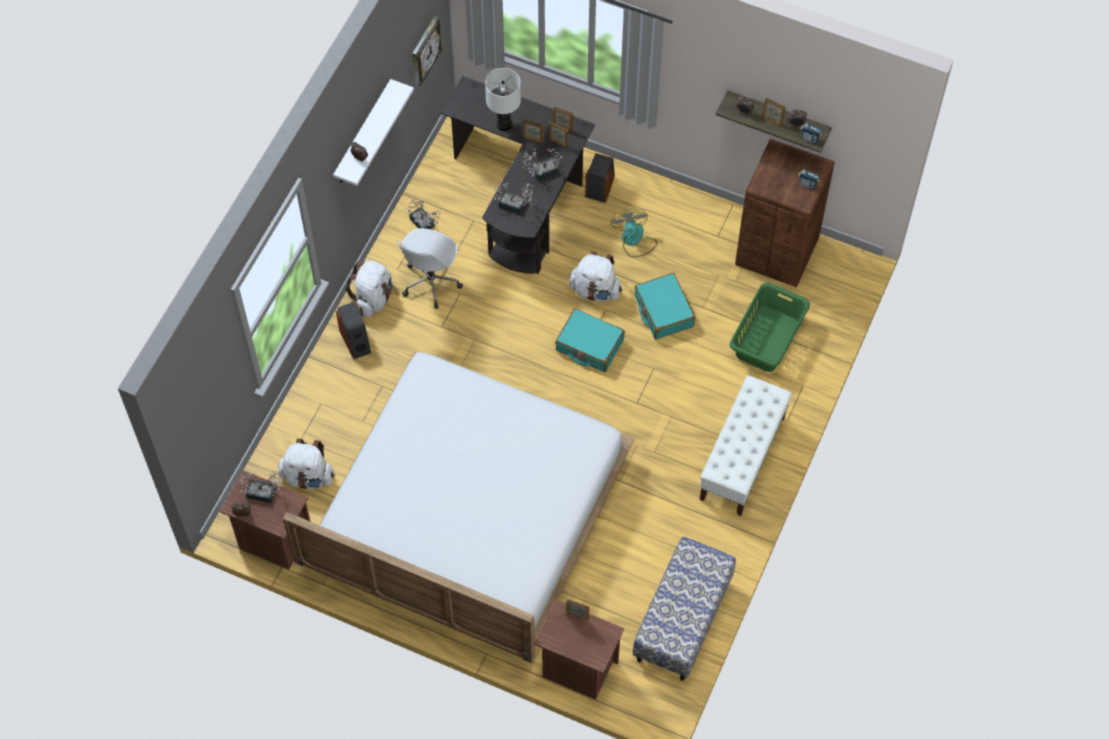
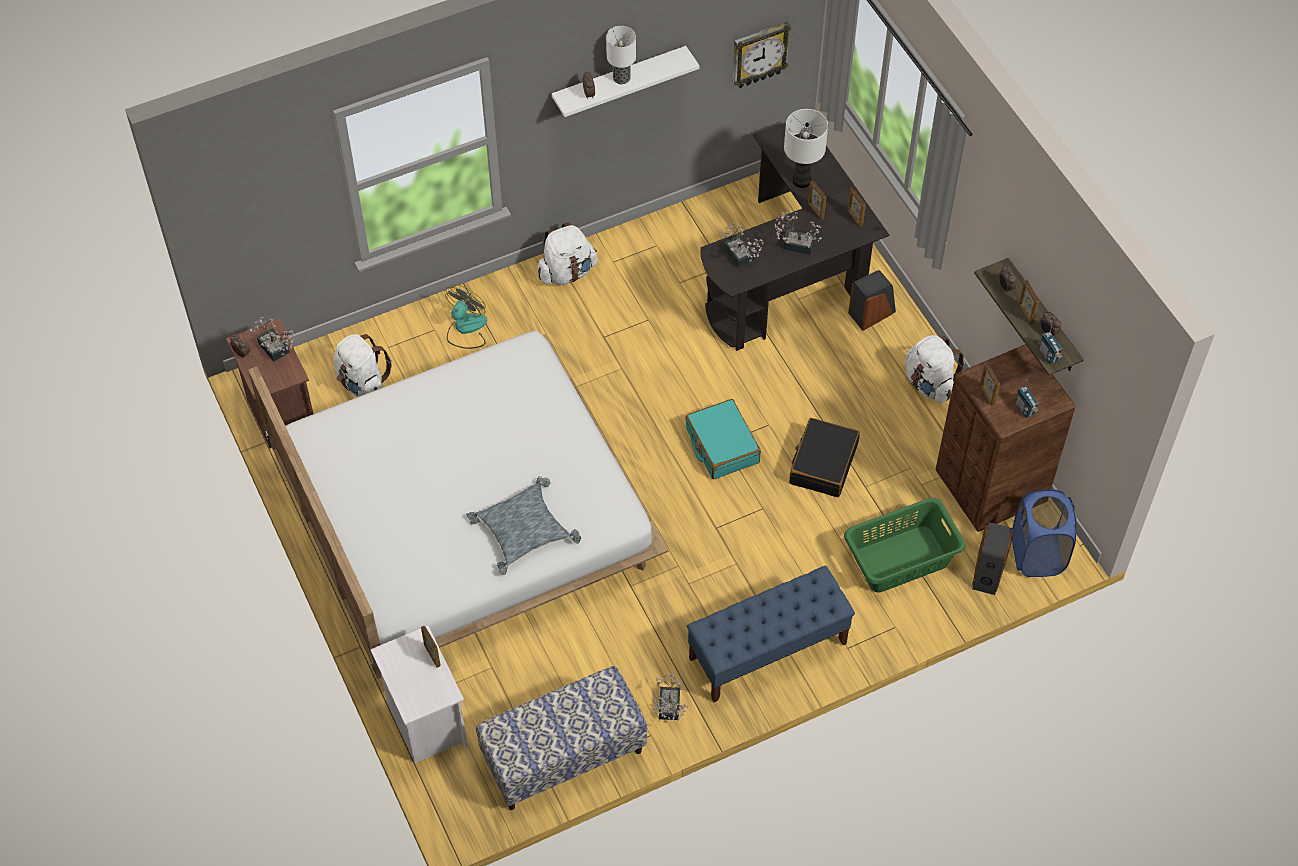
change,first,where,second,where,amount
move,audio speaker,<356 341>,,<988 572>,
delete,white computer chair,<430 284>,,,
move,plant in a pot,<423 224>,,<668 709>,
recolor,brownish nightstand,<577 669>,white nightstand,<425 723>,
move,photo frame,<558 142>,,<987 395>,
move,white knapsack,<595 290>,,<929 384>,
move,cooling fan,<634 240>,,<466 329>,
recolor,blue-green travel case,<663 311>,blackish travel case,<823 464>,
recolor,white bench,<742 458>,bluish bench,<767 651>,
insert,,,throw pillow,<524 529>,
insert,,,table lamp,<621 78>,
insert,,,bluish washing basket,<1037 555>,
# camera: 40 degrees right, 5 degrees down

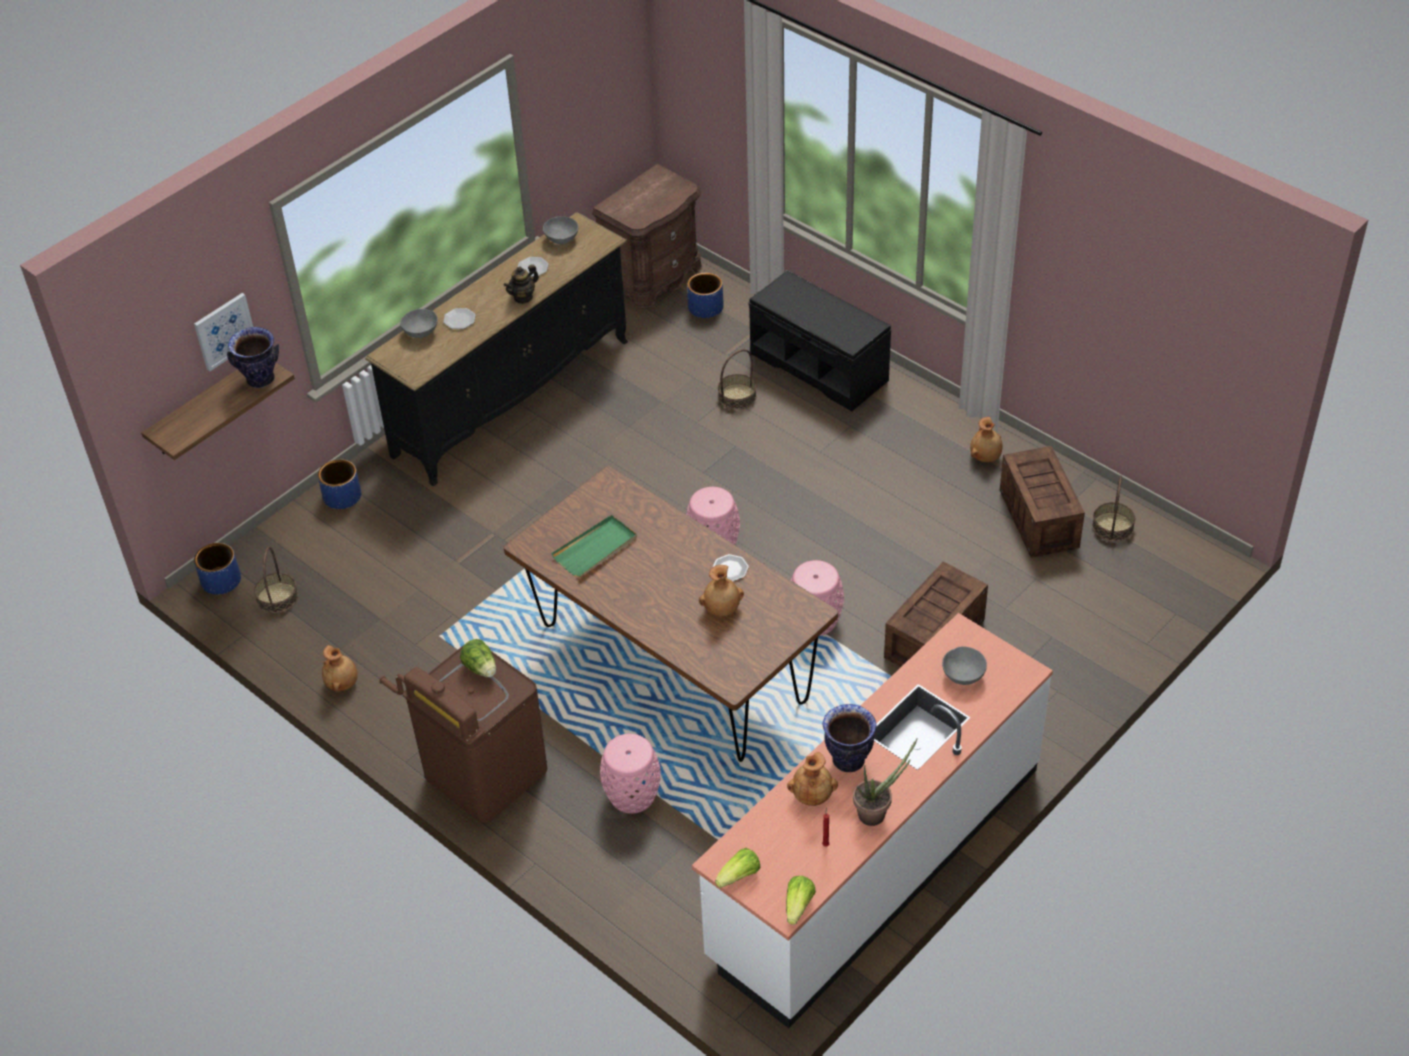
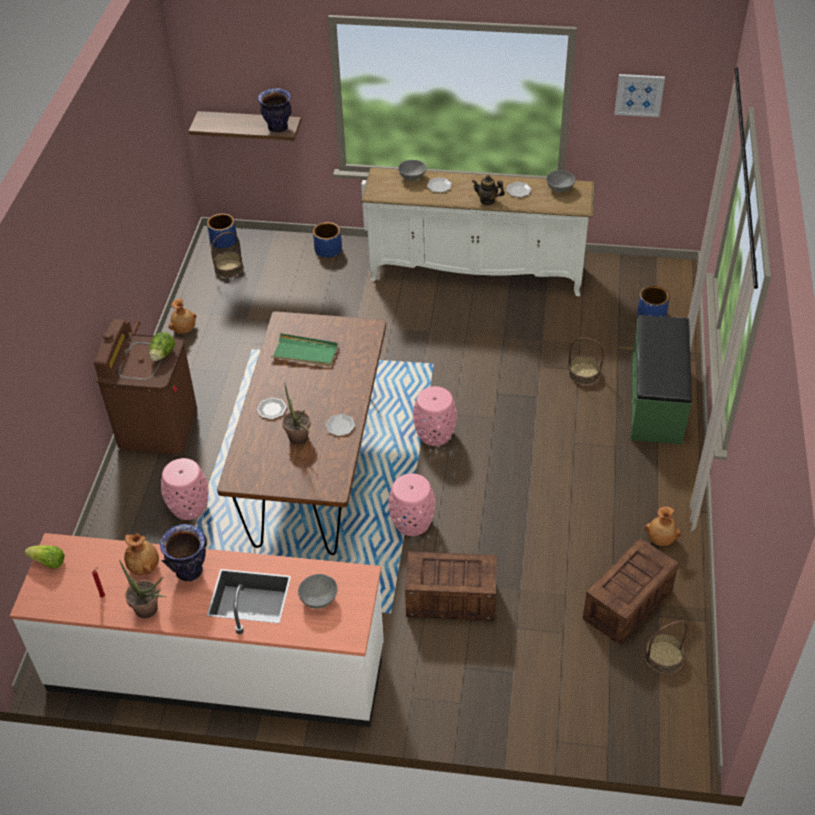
change,first,where,second,where,amount
move,picture,<224 331>,,<639 94>,
recolor,blackish chest of drawers,<513 398>,white chest of drawers,<476 274>,
delete,brownish nightstand,<655 276>,,,
replace,brownish vase,<722 609>,plant in a pot,<300 440>,
recolor,blackish bench,<819 366>,green-coloured bench,<657 400>,
delete,head of lettuce,<798 905>,,,
insert,,,plate,<272 409>,
# camera: 55 degrees right, 0 degrees up

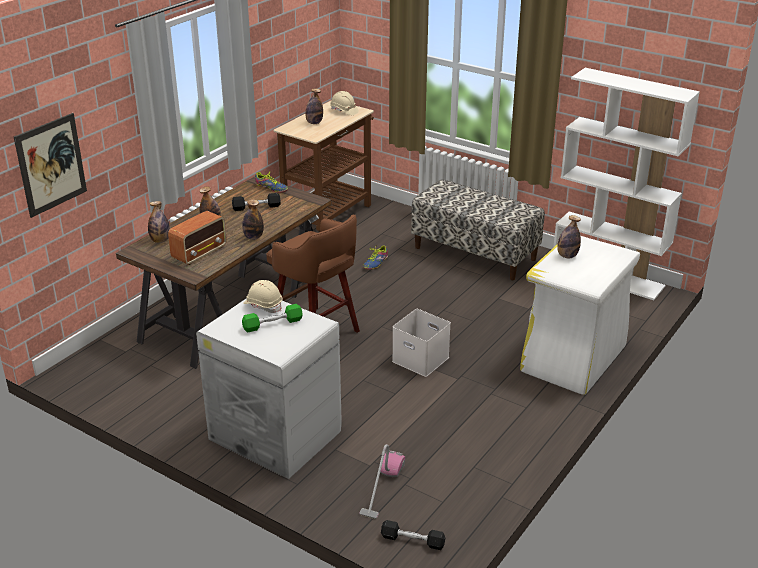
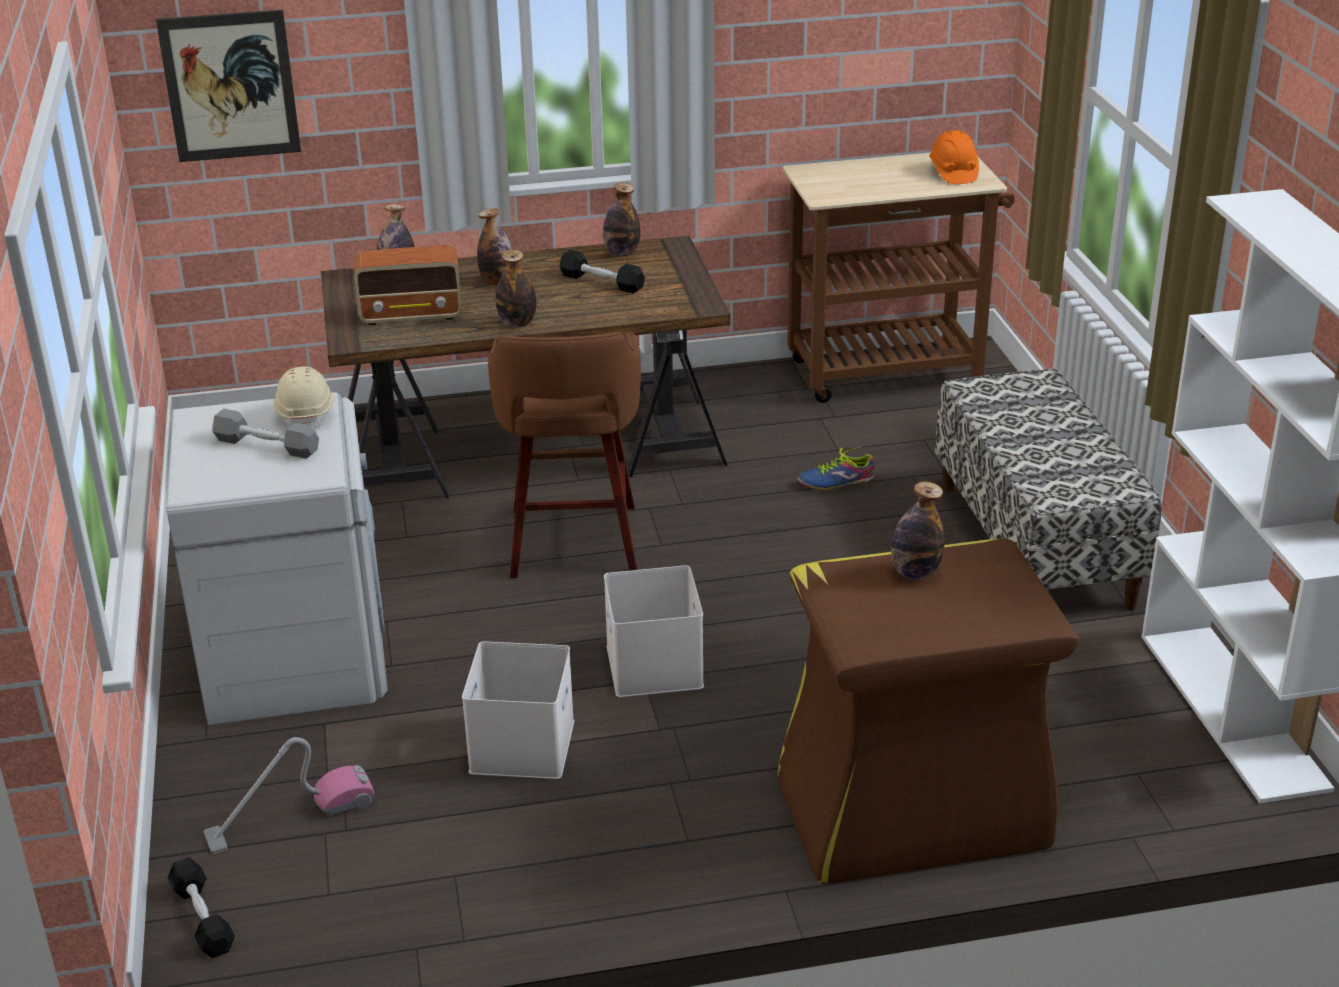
change,first,where,second,where,amount
recolor,green-coloured hand weight,<272 324>,grey hand weight,<266 446>,
delete,shoe,<271 188>,,,
move,beverage bottle,<314 123>,,<621 253>,
recolor,beige work helmet,<344 111>,orange-coloured work helmet,<953 173>,
recolor,white nightstand,<572 357>,brownish nightstand,<910 810>,
insert,,,white storage bin,<524 747>,
# camera: 45 degrees right, 0 degrees up

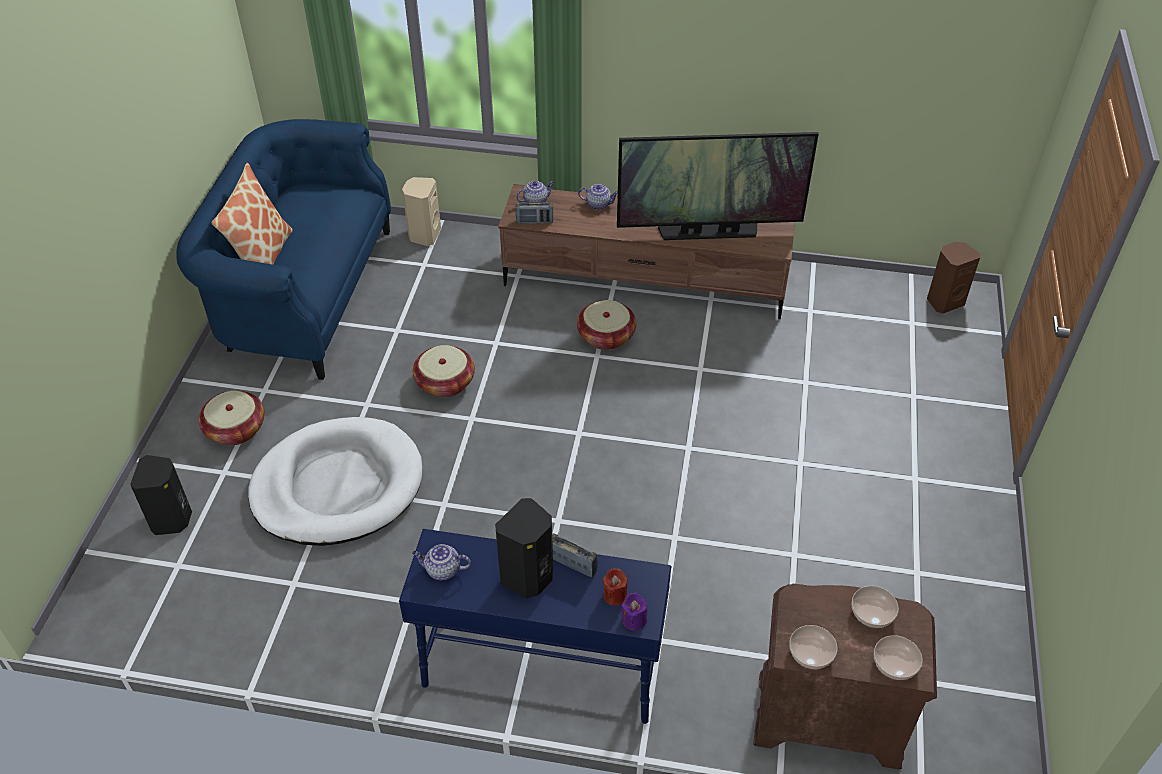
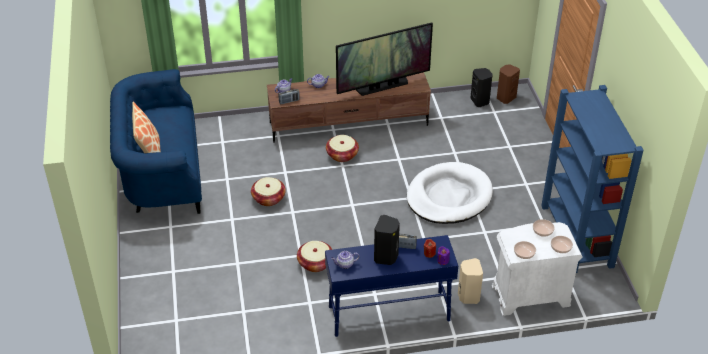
change,first,where,second,where,amount
move,blackish audio speaker,<173 519>,,<480 101>,
move,household basket,<235 429>,,<315 263>,
move,white dog cushion,<338 486>,,<449 197>,
move,beige audio speaker,<424 235>,,<468 296>,
recolor,brownish nightstand,<827 711>,white nightstand,<528 293>,
insert,,,bluish shelving unit,<577 236>,
# camera: 20 degrees left, 5 degrees down

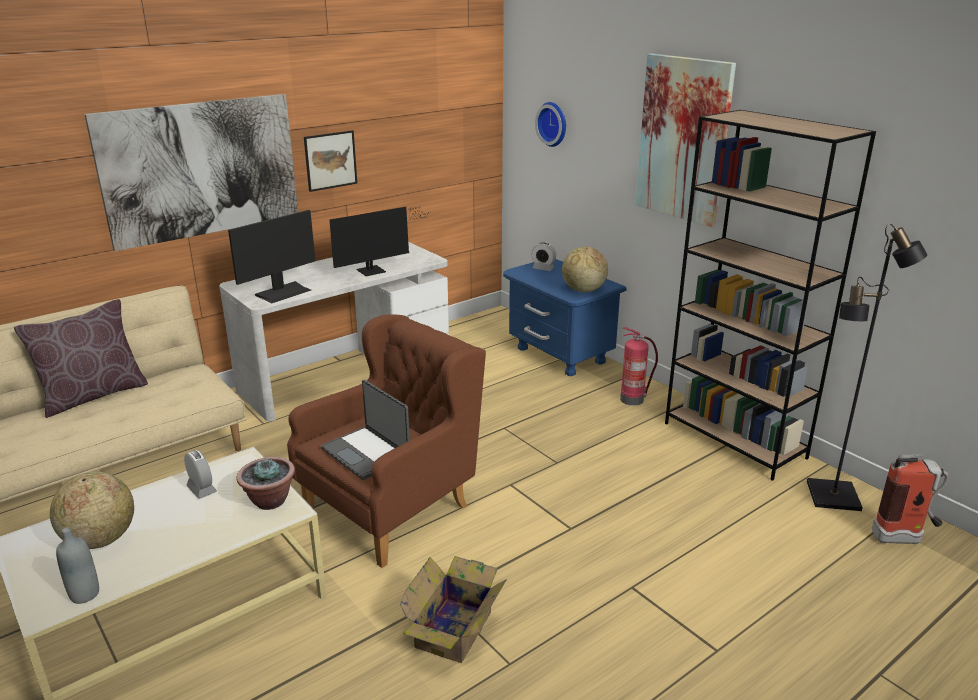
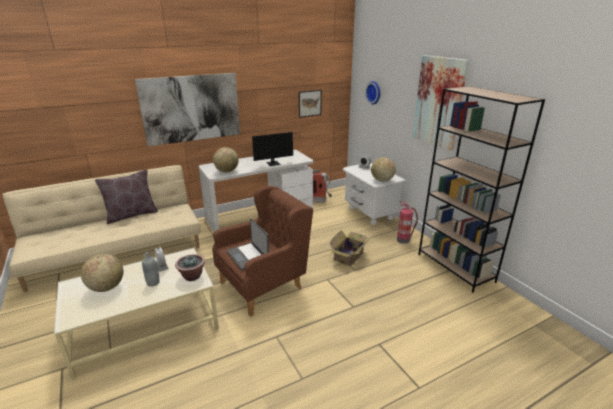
change,first,where,second,where,amount
move,grey beverage bottle,<84 594>,,<153 283>,
replace,computer screen,<283 292>,desk globe,<227 171>,
move,picture,<330 160>,,<310 103>,
move,packing box,<456 627>,,<349 256>,
recolor,bluish nightstand,<558 356>,white nightstand,<369 213>,
delete,blackish floor lamp,<833 496>,,,
move,fire extinguisher,<904 538>,,<321 201>,
# camera: 10 degrees right, 0 degrees up

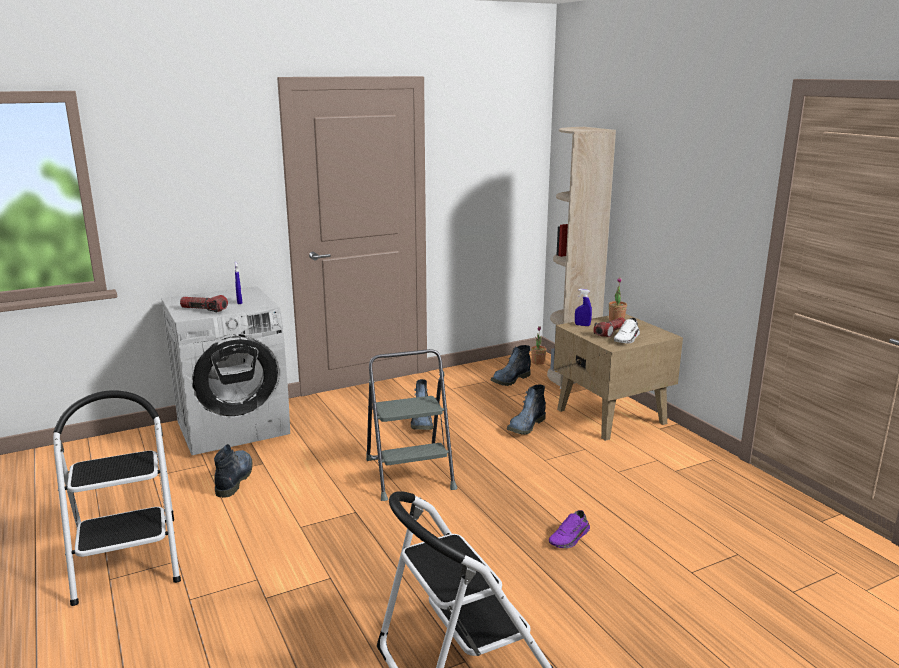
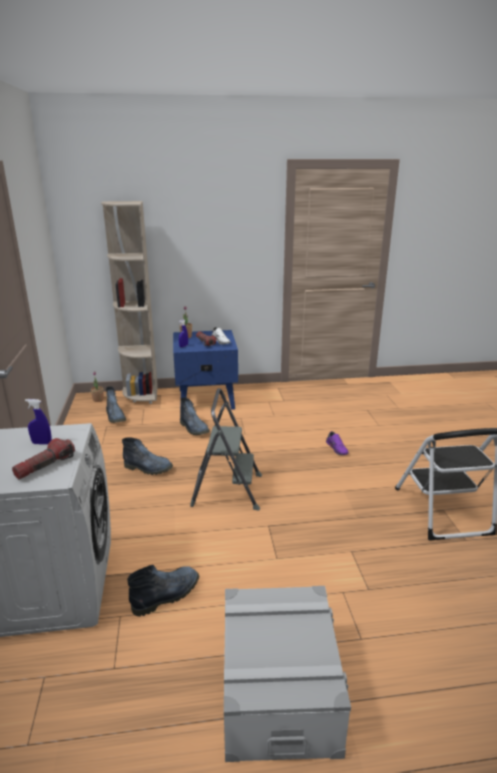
change,first,where,second,where,amount
replace,step ladder,<128 556>,grey storage bin,<278 689>,
rotate,boot,<234 478>,,<167 594>,120 degrees clockwise
recolor,beige nightstand,<611 417>,bluish nightstand,<207 399>,
# camera: 70 degrees left, 5 degrees up

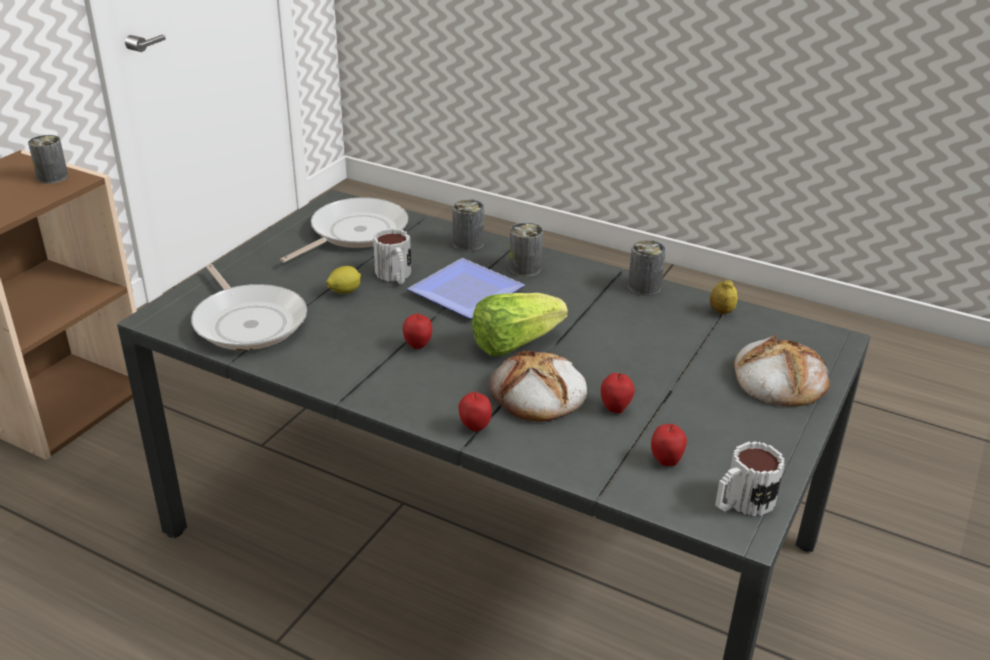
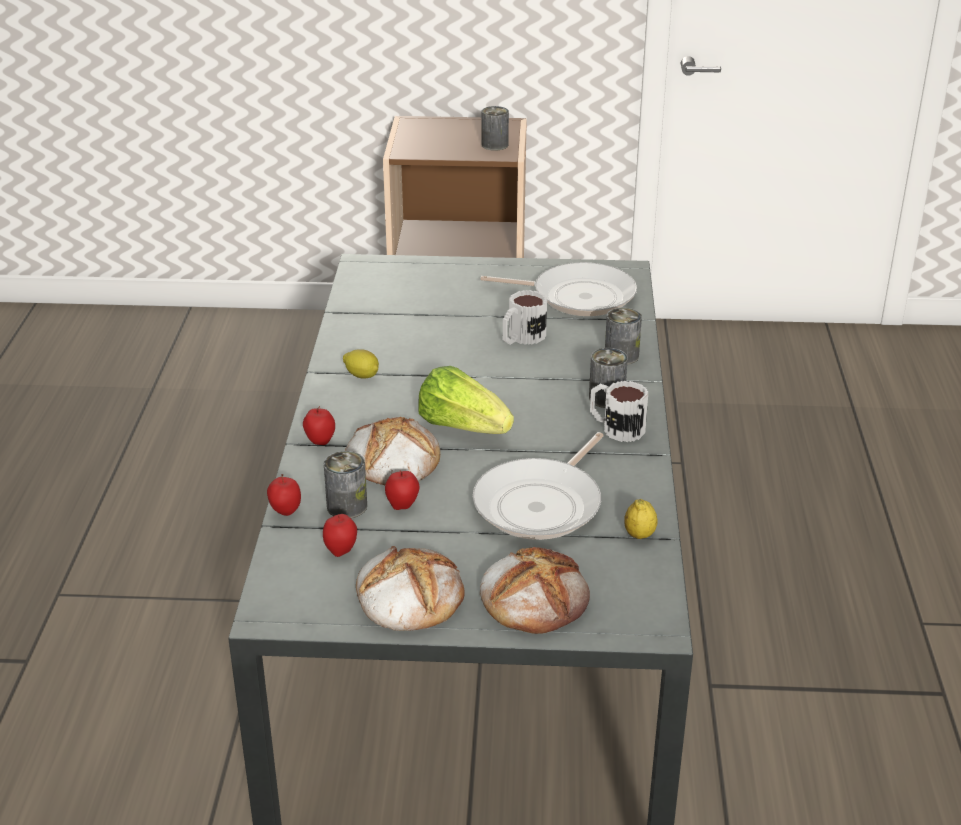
change,first,where,second,where,amount
move,skillet,<248 321>,,<542 504>,
move,whole lemon,<344 292>,,<362 376>,
move,apple,<418 346>,,<285 512>,
delete,plate,<462 292>,,,
move,metal can,<644 287>,,<347 506>,
move,mug,<741 503>,,<616 427>,
insert,,,bread,<408 595>,
# camera: 65 degrees right, 0 degrees up

